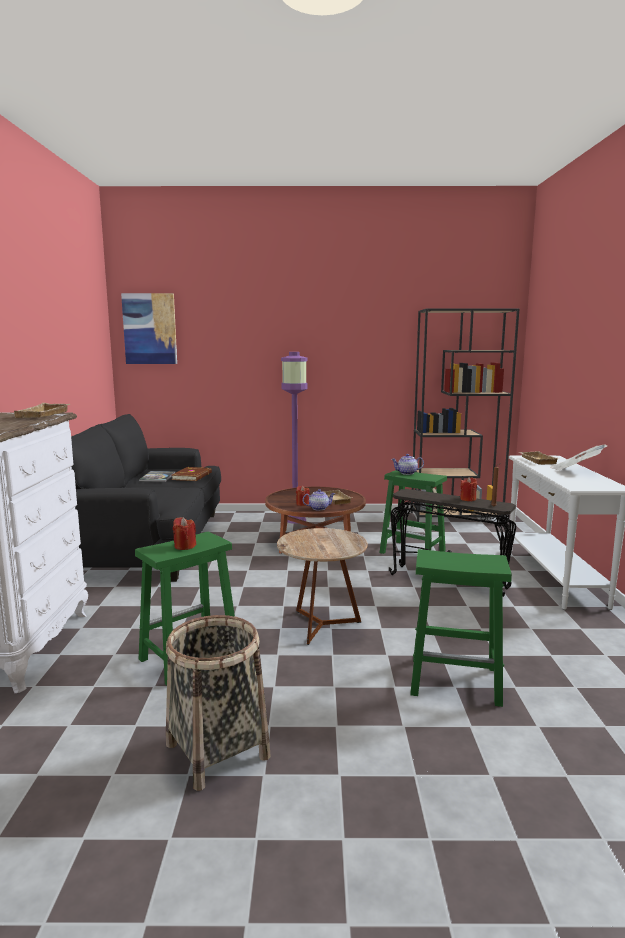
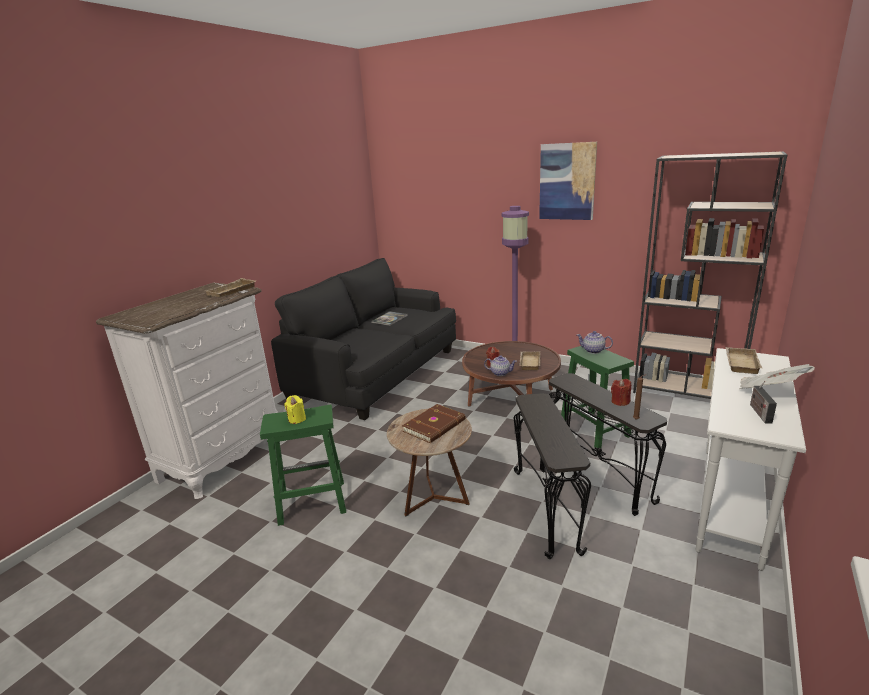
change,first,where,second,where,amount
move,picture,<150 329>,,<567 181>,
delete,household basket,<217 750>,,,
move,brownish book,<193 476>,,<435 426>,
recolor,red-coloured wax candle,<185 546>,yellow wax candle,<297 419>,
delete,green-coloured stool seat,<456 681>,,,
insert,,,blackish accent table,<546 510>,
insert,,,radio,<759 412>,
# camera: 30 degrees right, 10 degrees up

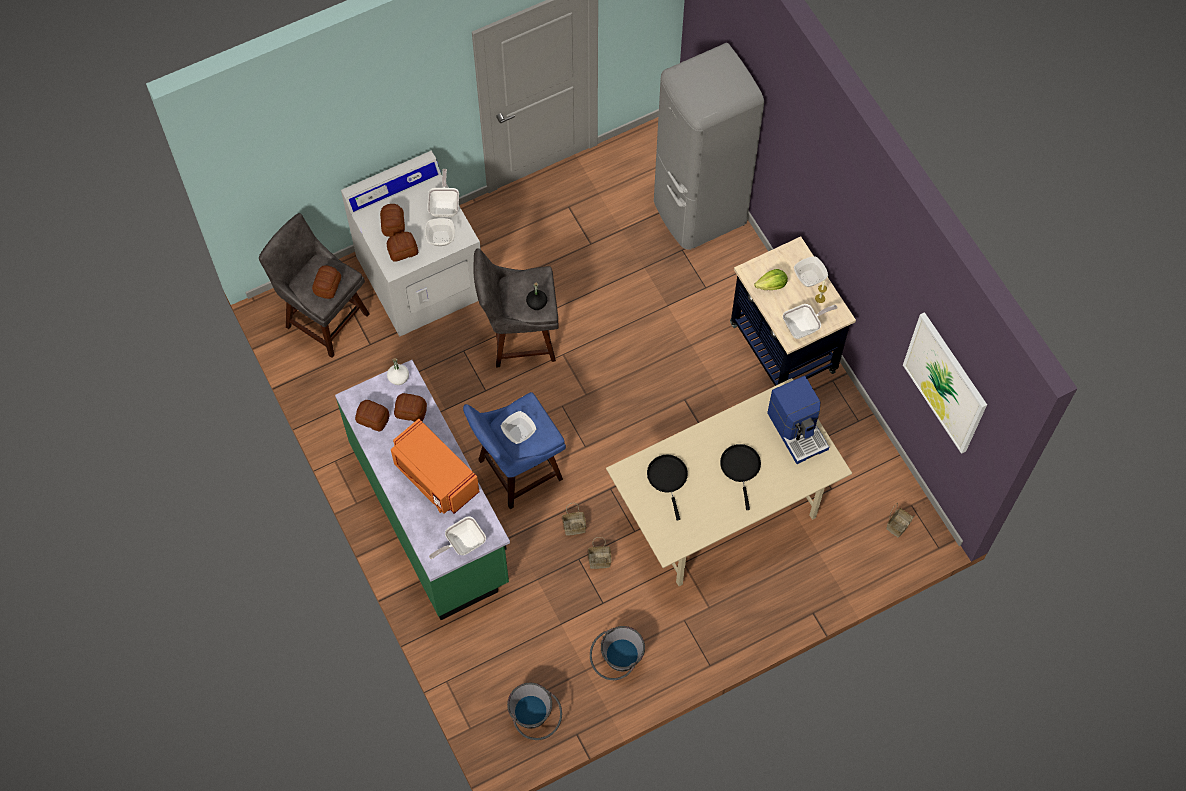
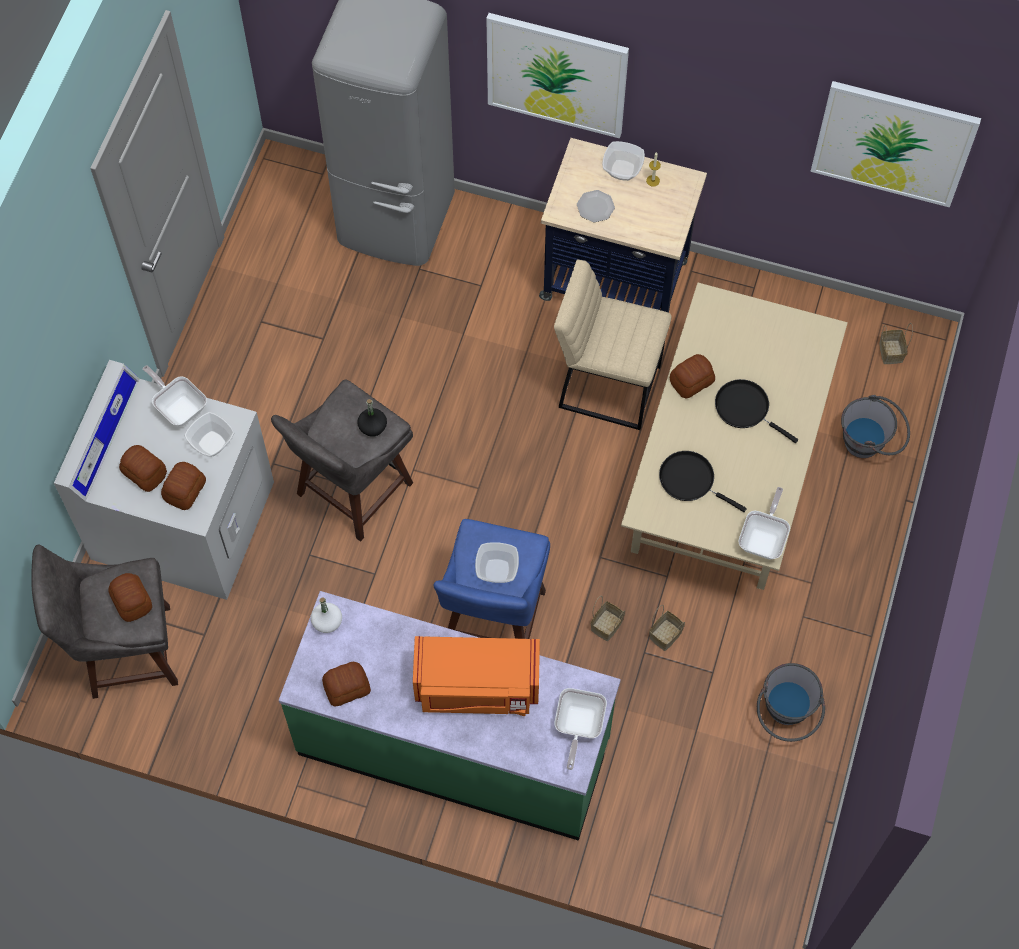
change,first,where,second,where,amount
move,bread,<410 411>,,<691 381>,
move,grey bucket,<535 719>,,<870 443>,
replace,head of lettuce,<771 286>,plate,<596 207>,
delete,coffee brewer,<798 430>,,,
move,skillet,<804 326>,,<764 538>,
insert,,,picture,<556 74>,
insert,,,beige chair,<607 385>,
# camera: 45 degrees left, 0 degrees up

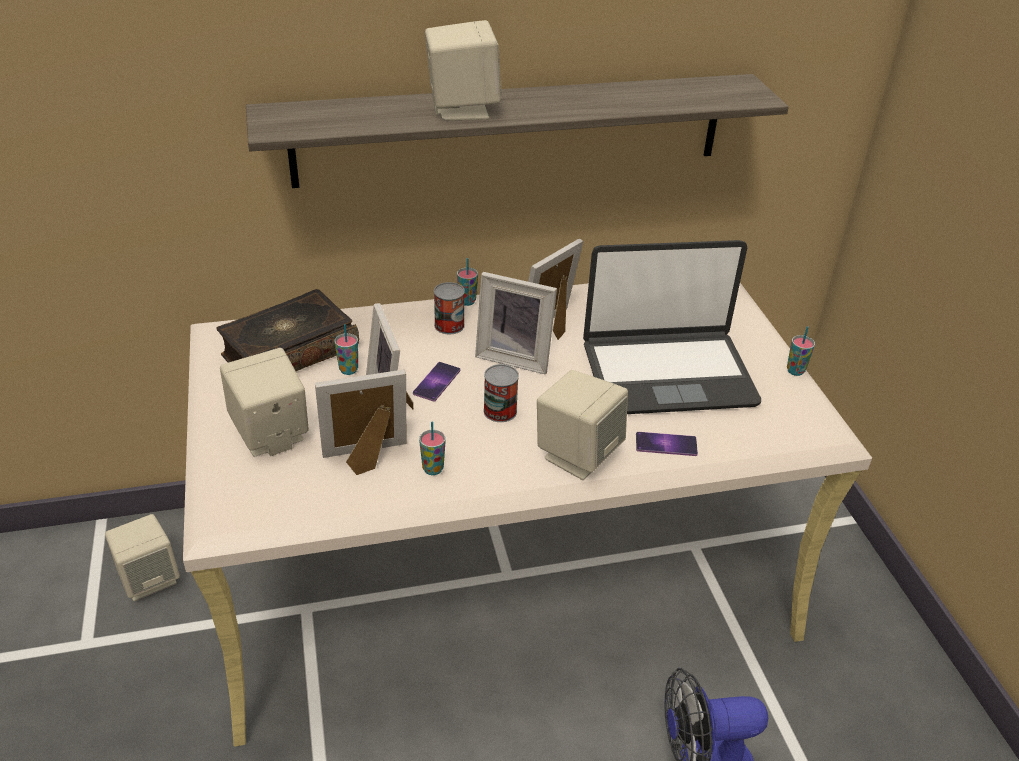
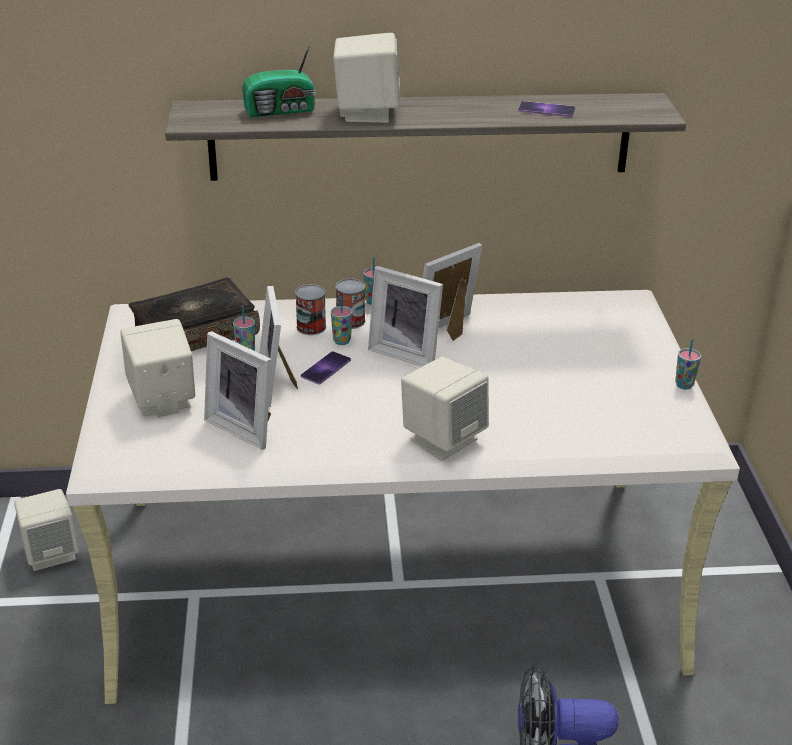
change,first,where,second,where,amount
rotate,photo frame,<367 459>,,<245 427>,135 degrees counterclockwise
move,cup,<433 469>,,<342 341>,
move,metal can,<500 411>,,<311 327>,
delete,notebook computer,<667 373>,,,
move,phone,<666 444>,,<546 109>,
insert,,,radio,<282 110>,
# camera: 10 degrees right, 5 degrees down

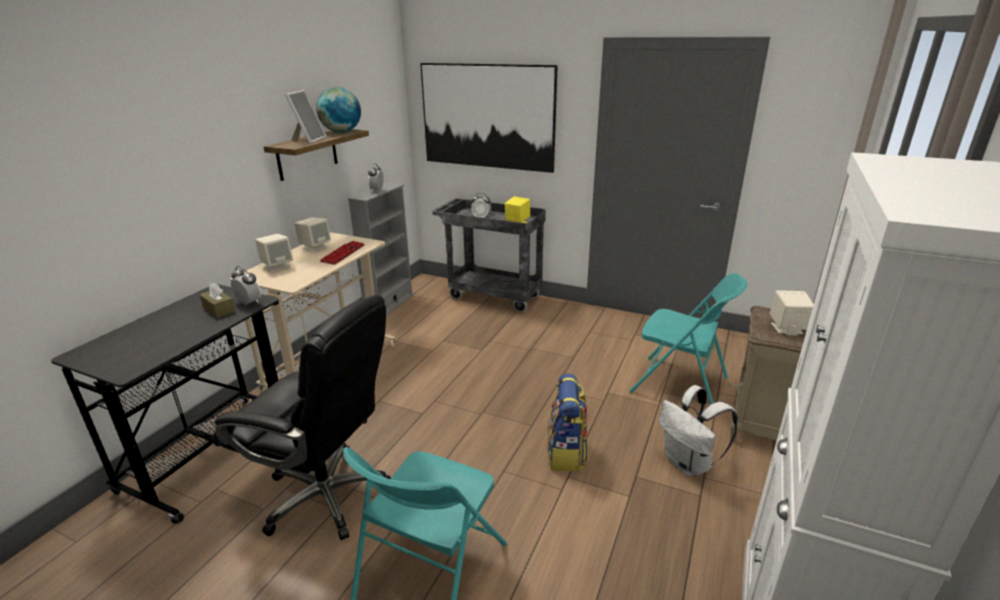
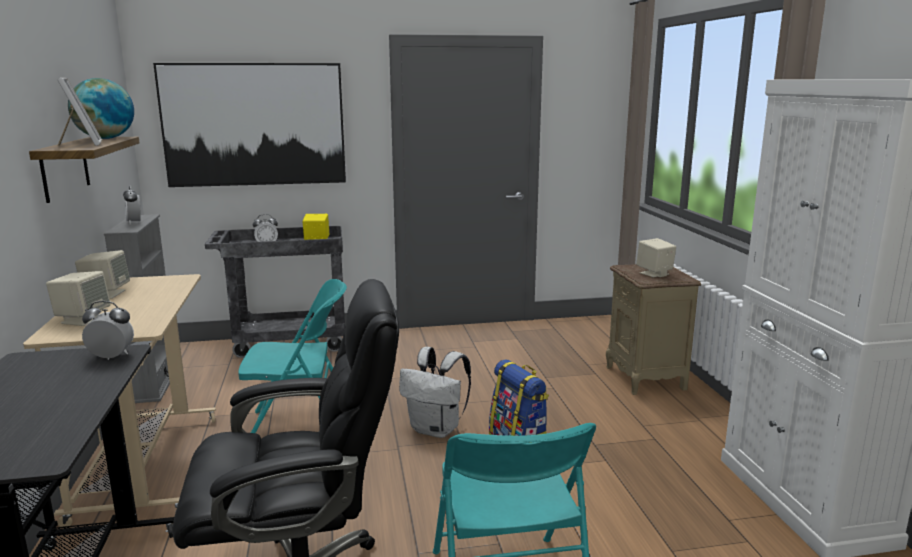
change,first,where,second,where,amount
delete,brownish tissue holder,<219 309>,,,
delete,computer keyboard,<343 254>,,,
move,blue-green chair,<679 385>,,<300 430>,
move,white knapsack,<689 464>,,<436 429>,
# camera: 35 degrees left, 10 degrees down

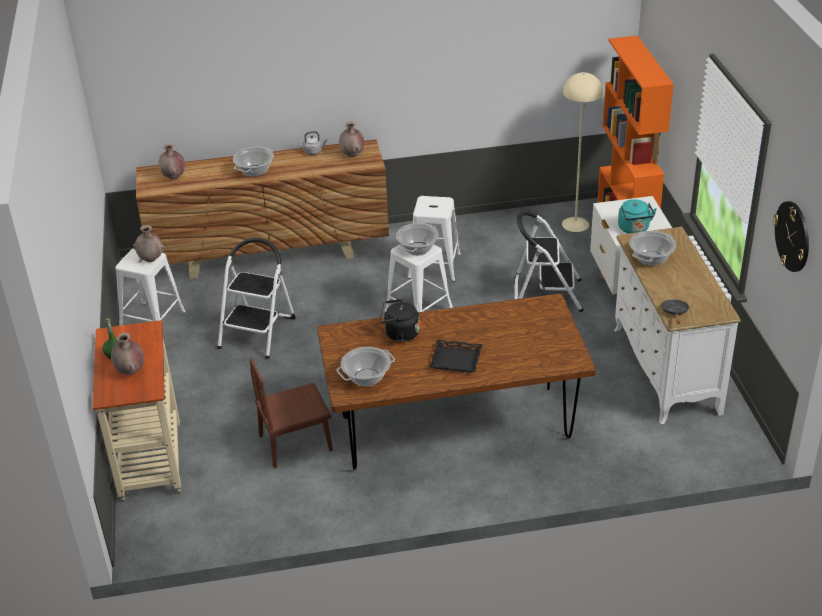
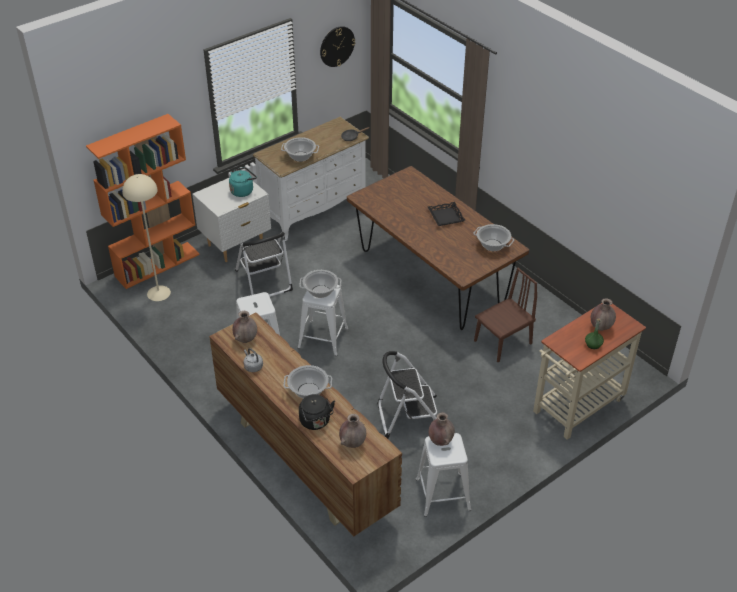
change,first,where,second,where,amount
rotate,brownish chair,<295 443>,,<502 342>,75 degrees counterclockwise
move,blackish tea kettle,<399 334>,,<316 422>,
# camera: 120 degrees left, 5 degrees up

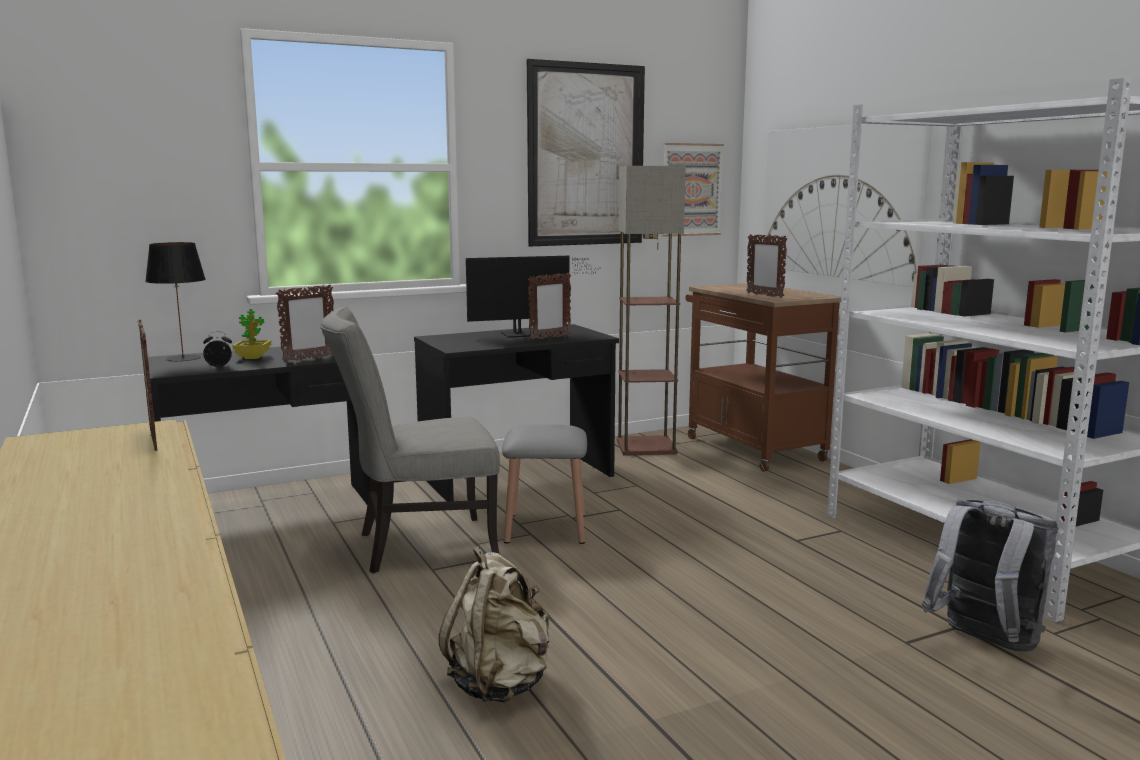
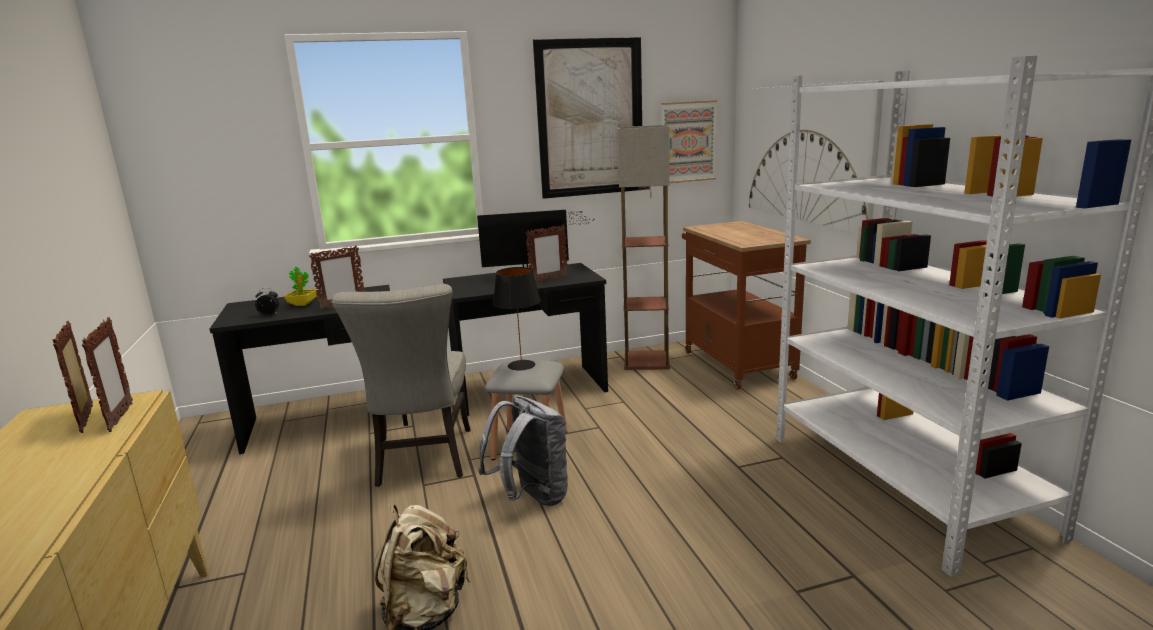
change,first,where,second,where,amount
move,blackish table lamp,<183 358>,,<522 365>,
rotate,grey chair,<417 546>,,<422 460>,90 degrees counterclockwise
move,photo frame,<764 295>,,<88 419>,
move,grey knapsack,<984 643>,,<531 498>,
# camera: 10 degrees right, 5 degrees up

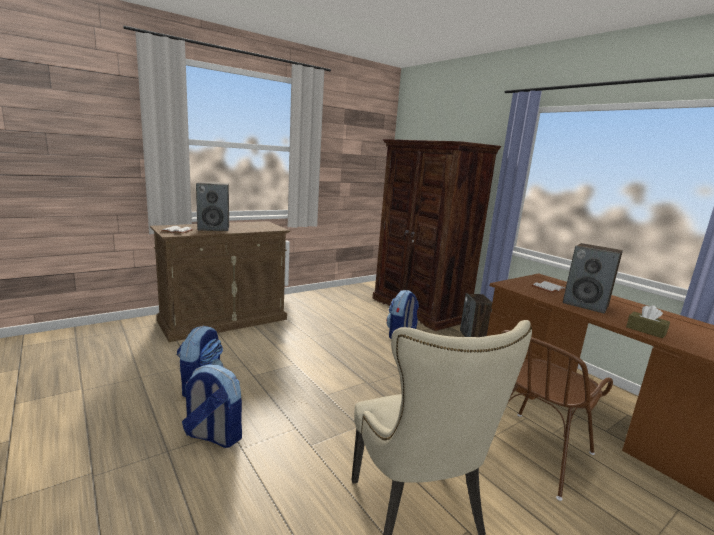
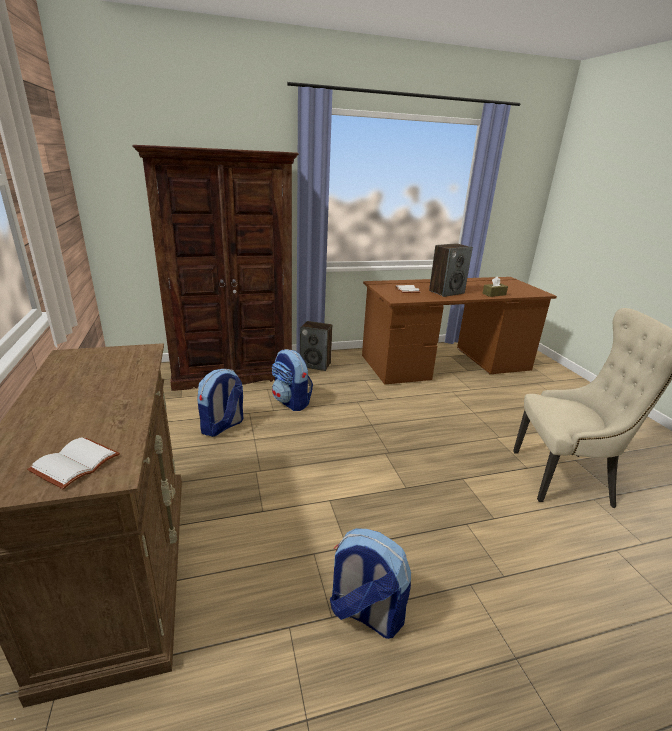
change,first,where,second,where,amount
move,knapsack,<213 436>,,<222 426>,
delete,audio speaker,<214 228>,,,
delete,brownish chair,<533 453>,,,
# camera: 70 degrees left, 10 degrees up

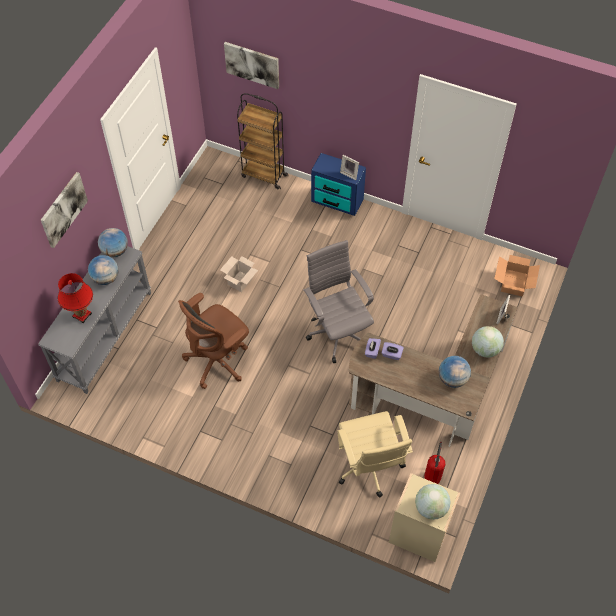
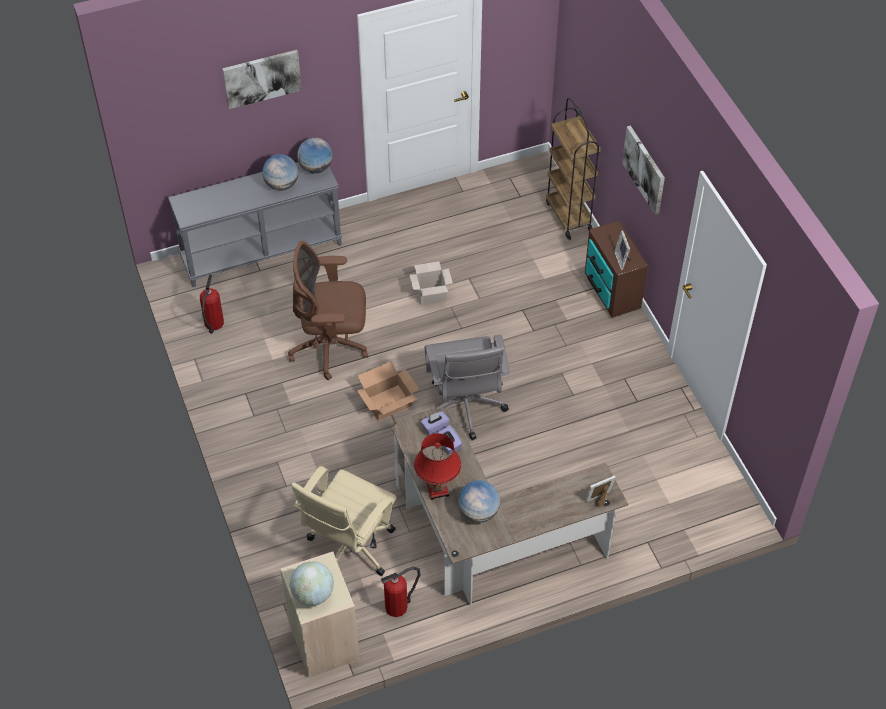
change,first,where,second,where,amount
move,red-coloured table lamp,<82 315>,,<437 490>,
move,picture,<252 64>,,<644 169>,
rotate,grey computer chair,<337 332>,,<465 410>,150 degrees clockwise
recolor,bluish nightstand,<337 203>,brownish nightstand,<611 294>,
delete,desk globe,<485 349>,,,
move,packing box,<514 282>,,<389 402>,
insert,,,fire extinguisher,<214 324>,
# camera: 45 degrees right, 5 degrees down

